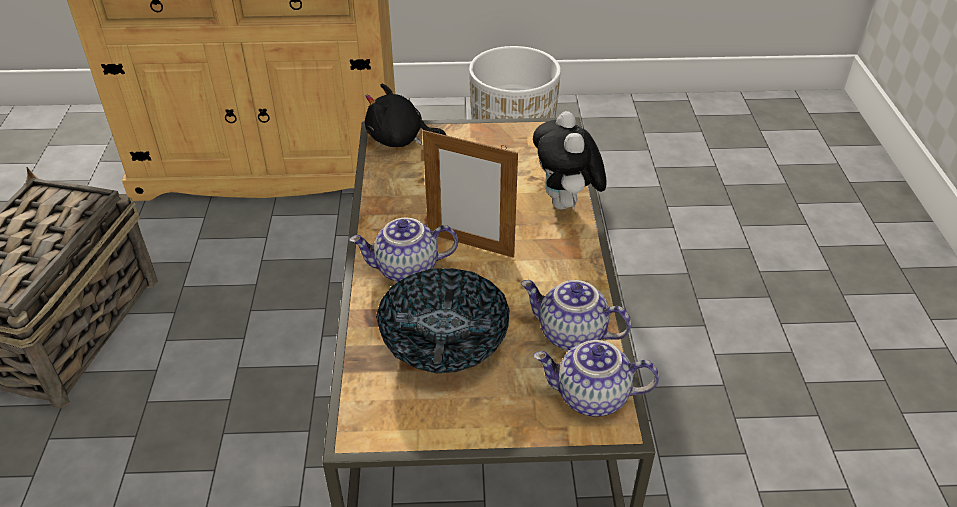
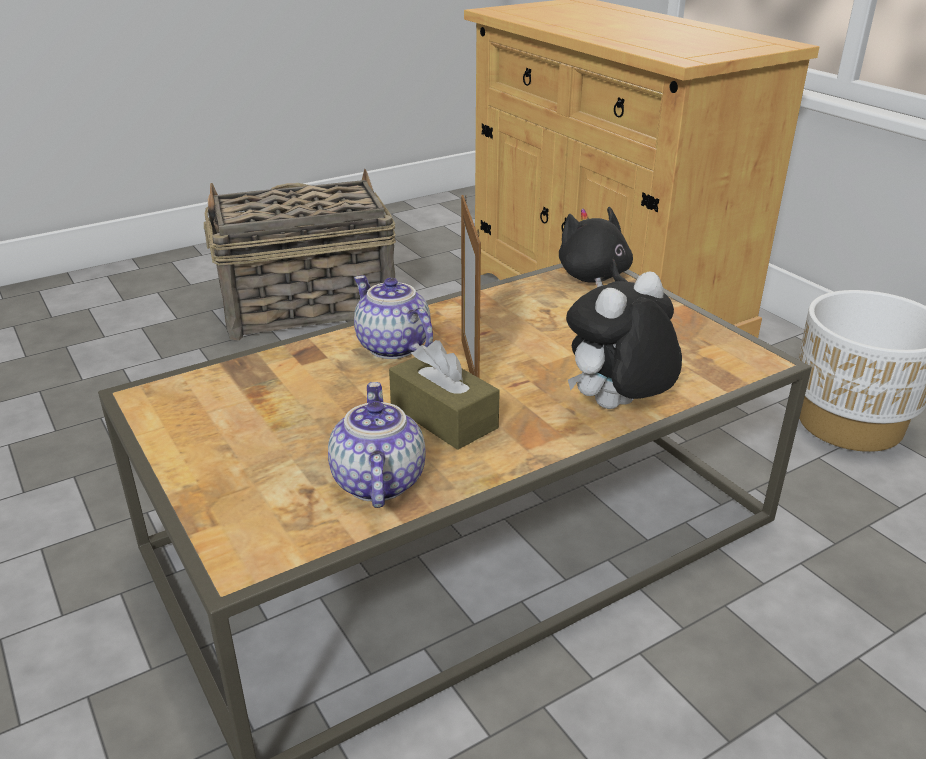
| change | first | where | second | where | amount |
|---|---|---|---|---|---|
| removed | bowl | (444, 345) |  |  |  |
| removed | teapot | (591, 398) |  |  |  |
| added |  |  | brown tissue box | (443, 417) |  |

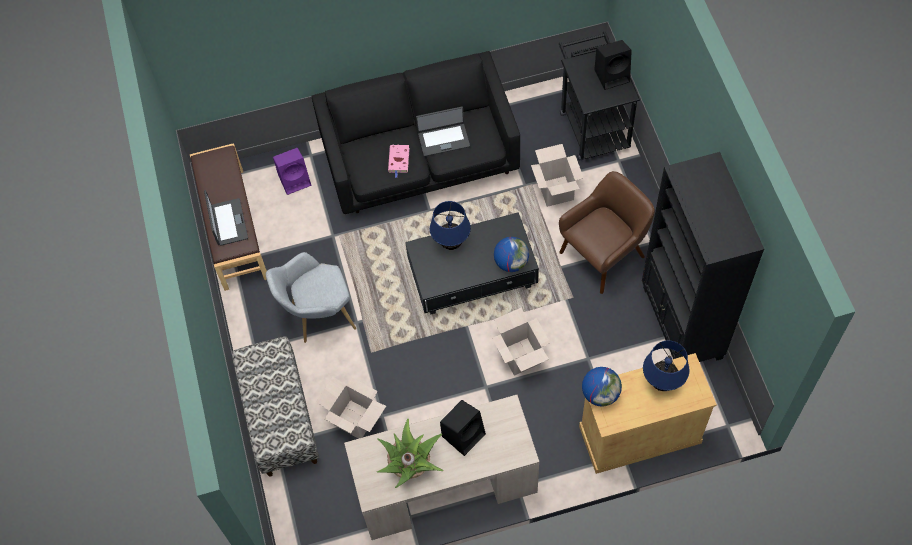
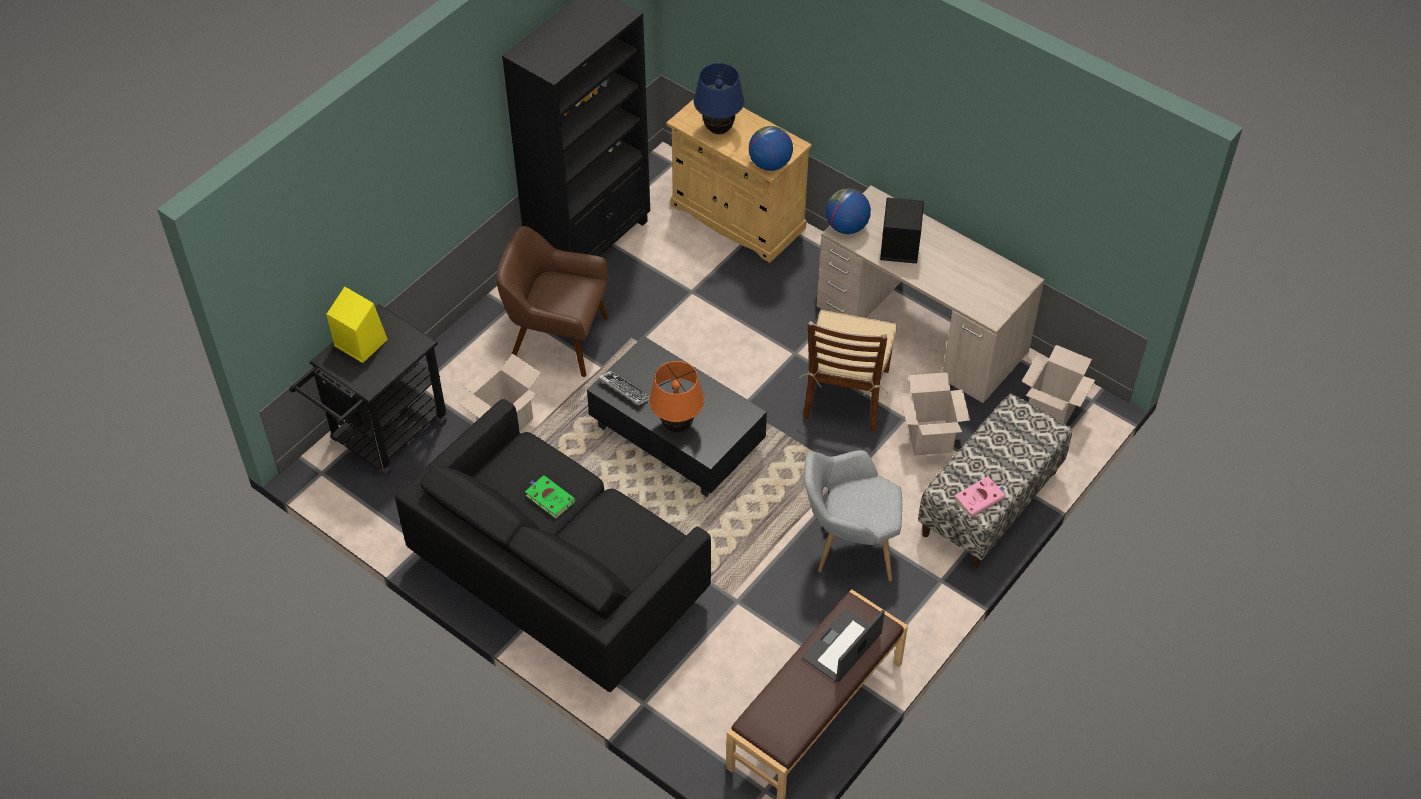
| change | first | where | second | where | amount |
|---|---|---|---|---|---|
| turned | grey armchair | (318, 316) |  | (848, 547) | 150 degrees clockwise |
| removed | purple speaker | (295, 179) |  |  |  |
| removed | potted plant | (411, 466) |  |  |  |
| moved | pink book | (399, 161) |  | (980, 498) |  |
| replaced | laptop | (443, 139) | green book | (549, 498) |  |
| recoloured | blue table lamp | (451, 244) | orange table lamp | (677, 425) |  |
| moved | cardboard box | (520, 356) |  | (1050, 411) |  |
| moved | globe | (511, 262) |  | (846, 227) |  |
| recoloured | black speaker | (612, 75) | yellow speaker | (359, 342) |  |
| added |  |  | keyboard | (625, 390) |  |
| added |  |  | brown chair | (846, 394) |  |

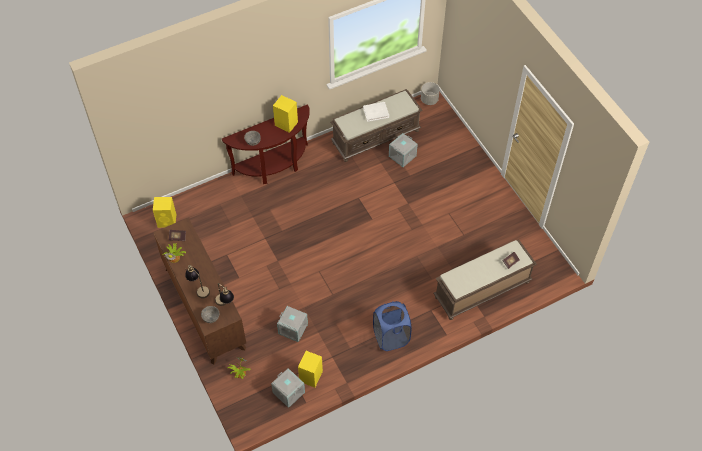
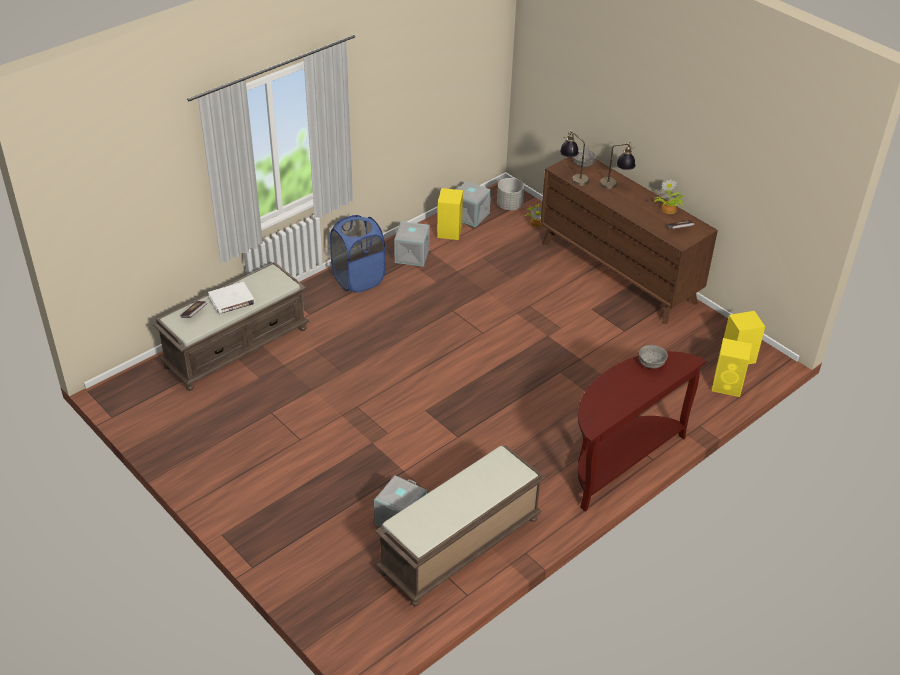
| change | first | where | second | where | amount |
|---|---|---|---|---|---|
| moved | yellow speaker | (285, 123) |  | (728, 386) |  |
| moved | grey storage box | (293, 328) |  | (411, 256) |  |
| moved | white book | (375, 112) |  | (231, 300) |  |
| moved | grey planter | (429, 100) |  | (509, 205) |  |

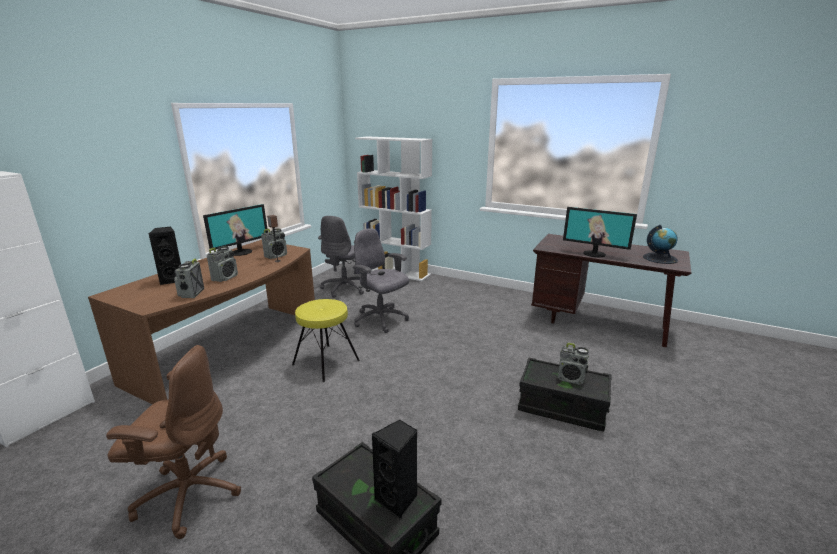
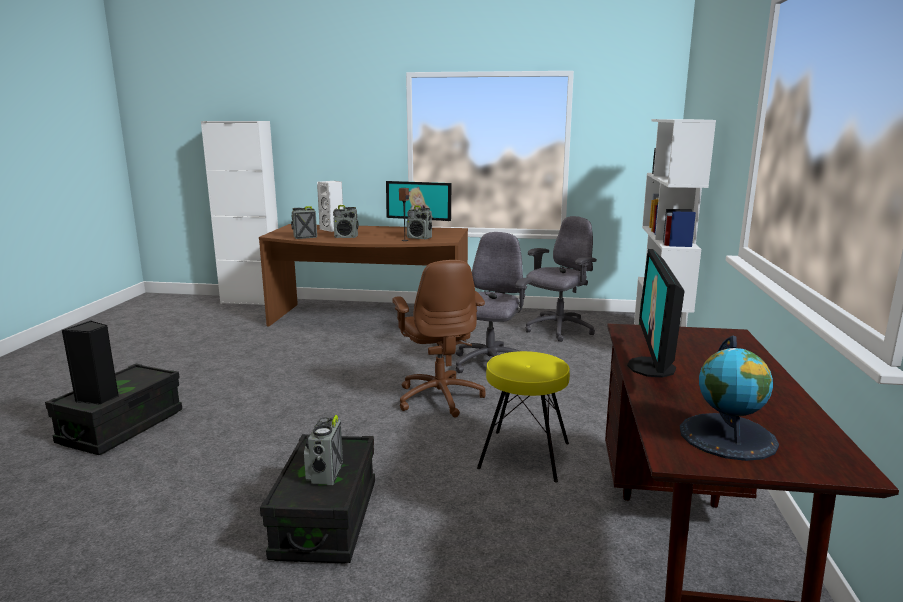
| change | first | where | second | where | amount |
|---|---|---|---|---|---|
| moved | brown office chair | (188, 494) |  | (440, 397) |  |
| recoloured | black speaker | (173, 280) | white speaker | (332, 229) |  |
| moved | yellow stool | (326, 363) |  | (523, 455) |  |
| turned | grey office chair | (345, 288) |  | (558, 330) | 135 degrees clockwise |

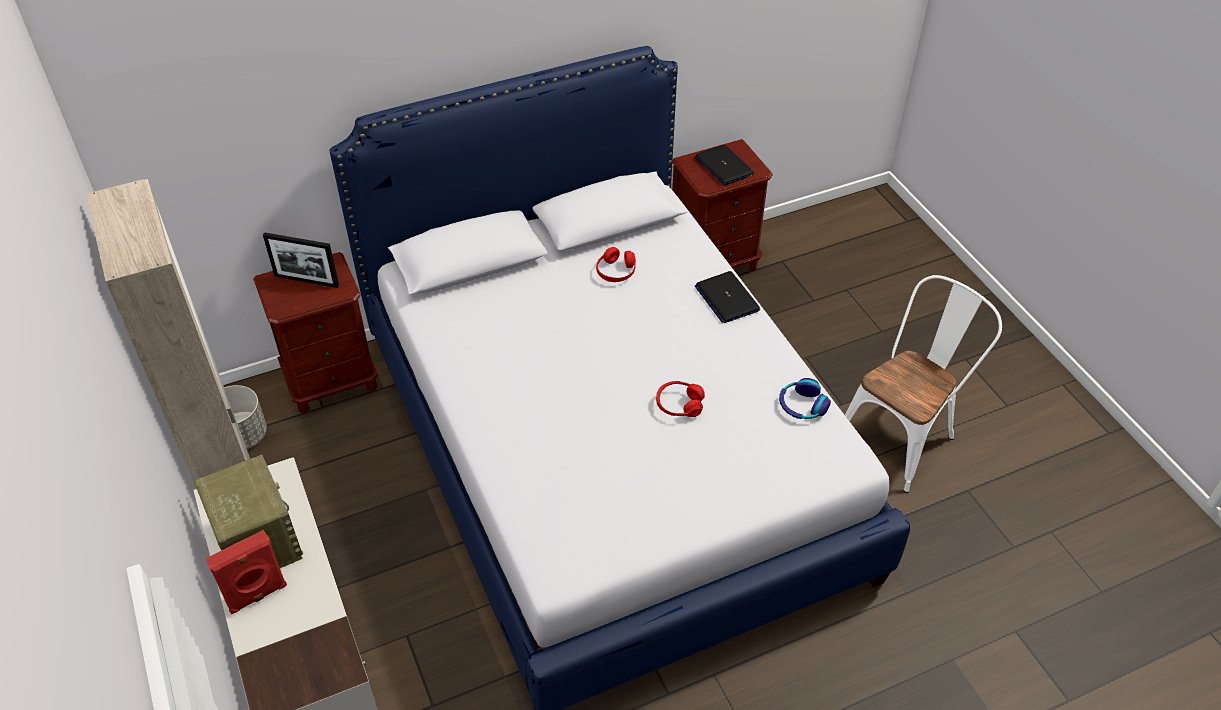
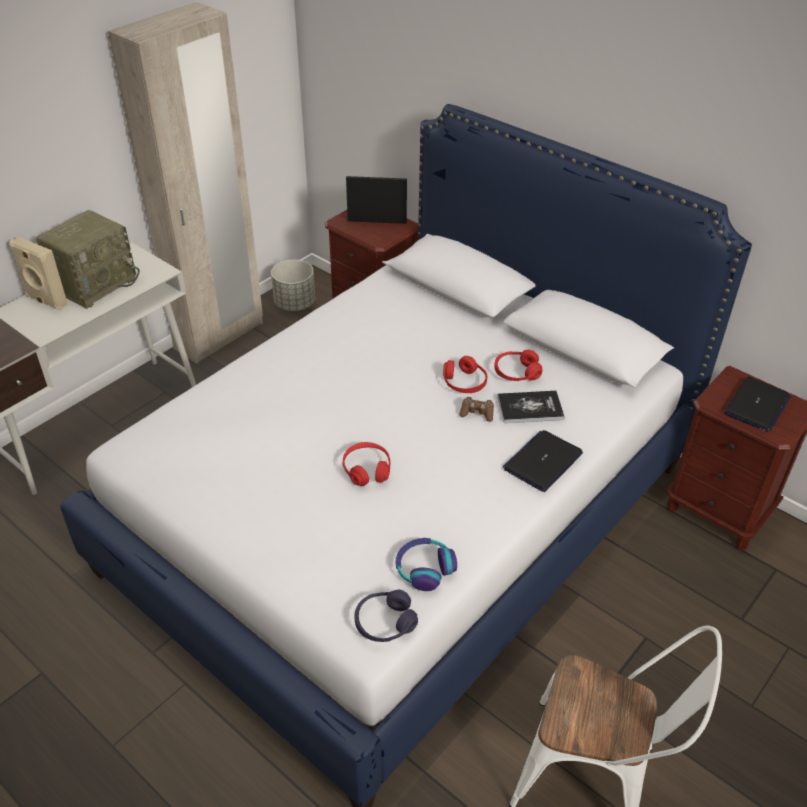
| change | first | where | second | where | amount |
|---|---|---|---|---|---|
| recoloured | red speaker | (257, 596) | beige speaker | (46, 301) |  |
| turned | picture frame | (306, 280) |  | (377, 221) | 105 degrees clockwise |
| added |  |  | purple headphones | (385, 623) |  |
| added |  |  | red headphones | (464, 382) |  |
| added |  |  | brown game controller | (477, 413) |  |
| added |  |  | book | (530, 408) |  |

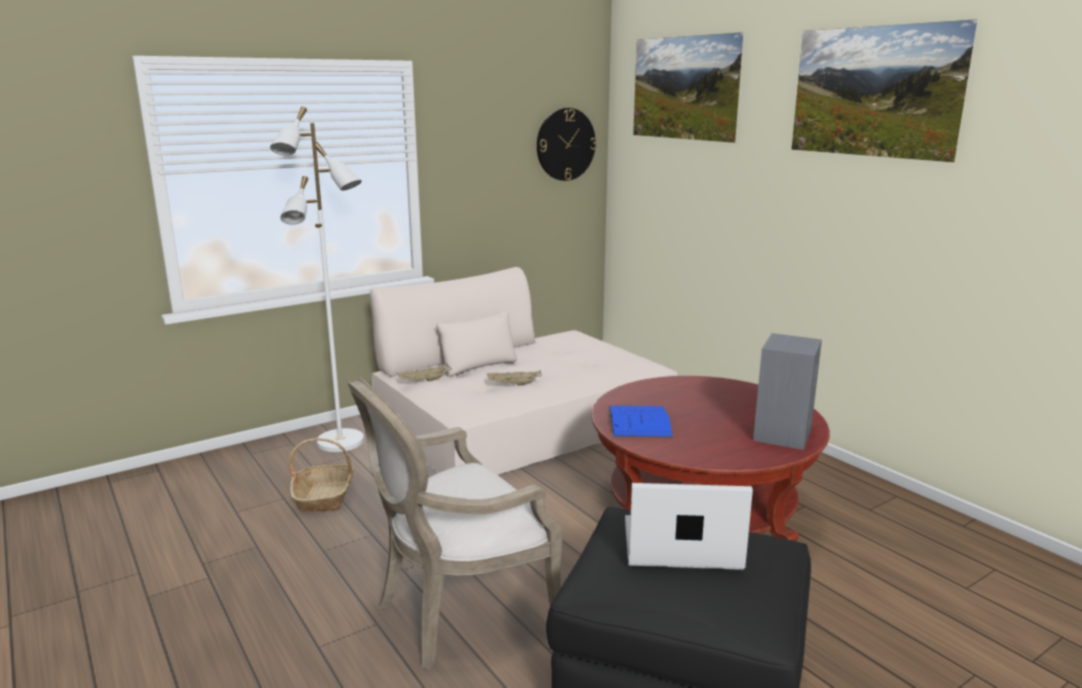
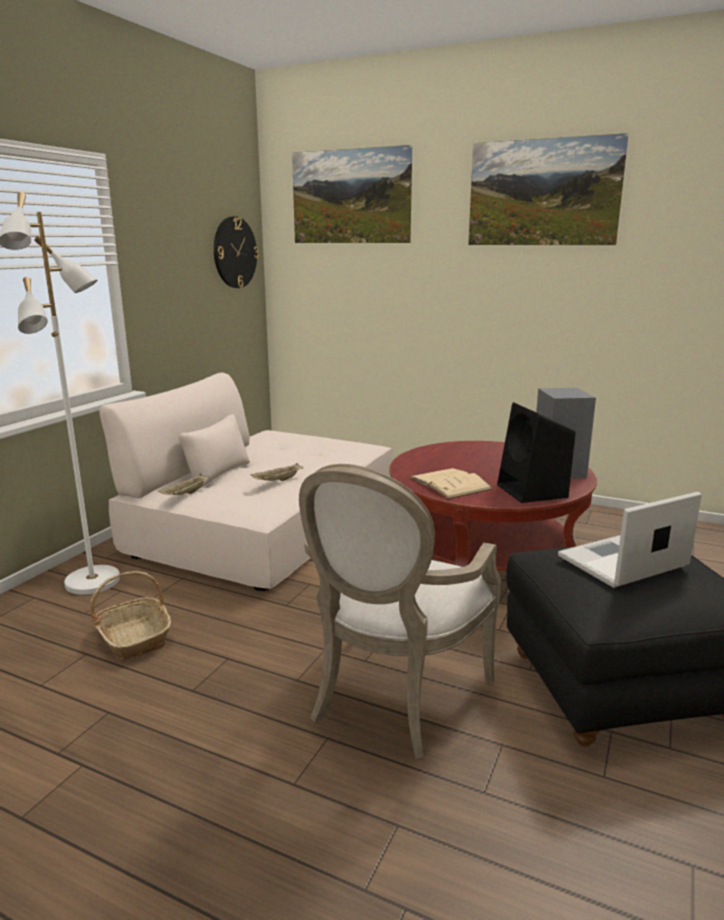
| change | first | where | second | where | amount |
|---|---|---|---|---|---|
| recoloured | blue book | (639, 422) | beige book | (450, 483) |  |
| added |  |  | black speaker | (533, 491) |  |

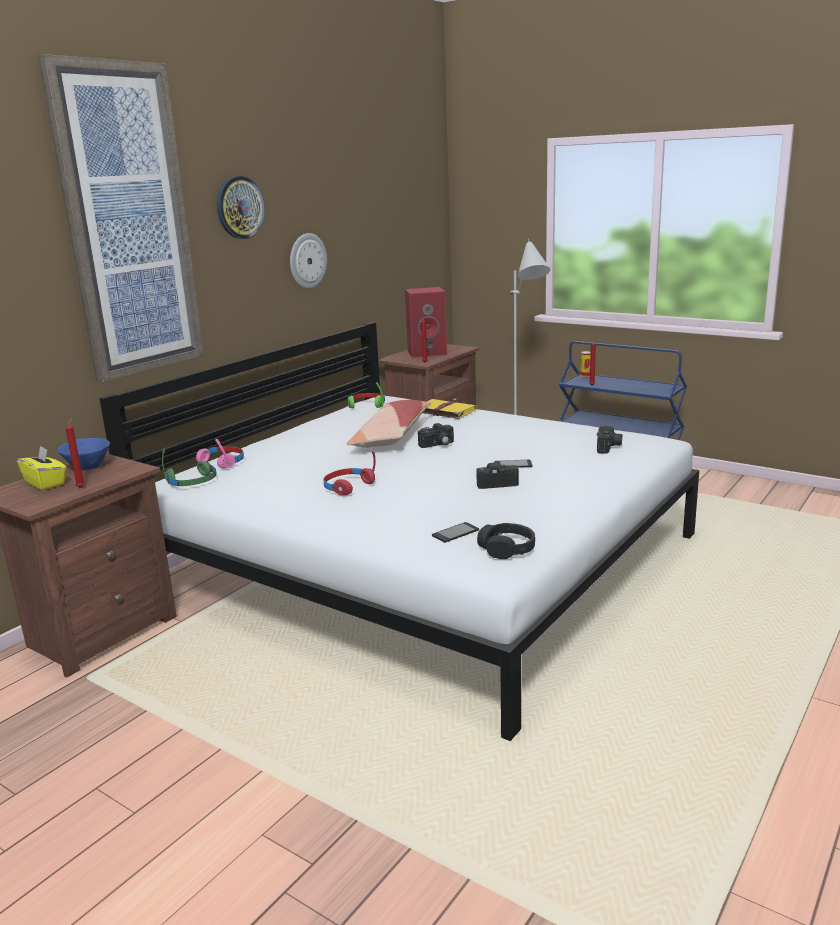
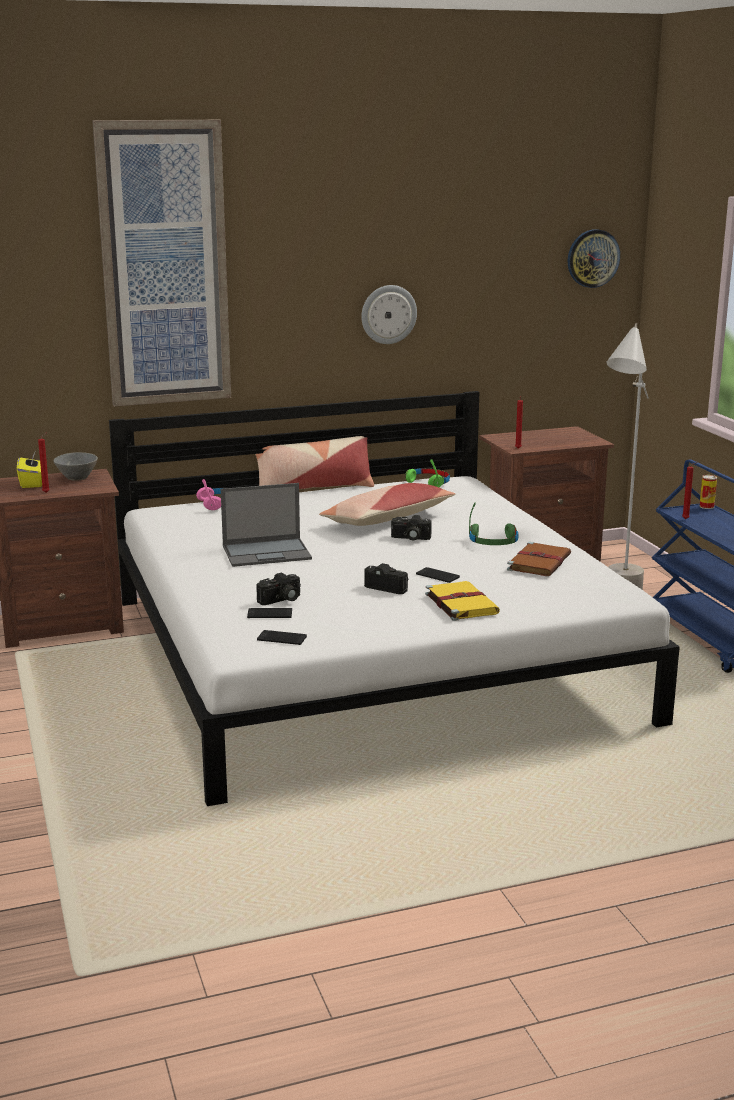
| change | first | where | second | where | amount |
|---|---|---|---|---|---|
| recoloured | blue bowl | (86, 467) | grey bowl | (75, 478) |  |
| moved | green headphones | (193, 482) |  | (493, 542) |  |
| moved | wall clock | (239, 207) |  | (593, 258) |  |
| replaced | red headphones | (348, 487) | laptop | (267, 552) |  |
| removed | red speaker | (428, 352) |  |  |  |
| moved | yellow book | (444, 411) |  | (460, 603) |  |
| replaced | black headphones | (507, 549) | phone | (282, 638) |  |
| moved | photo camera | (609, 447) |  | (281, 600) |  |
| added |  |  | pillow | (313, 487) |  |
| added |  |  | brown book | (539, 562) |  |

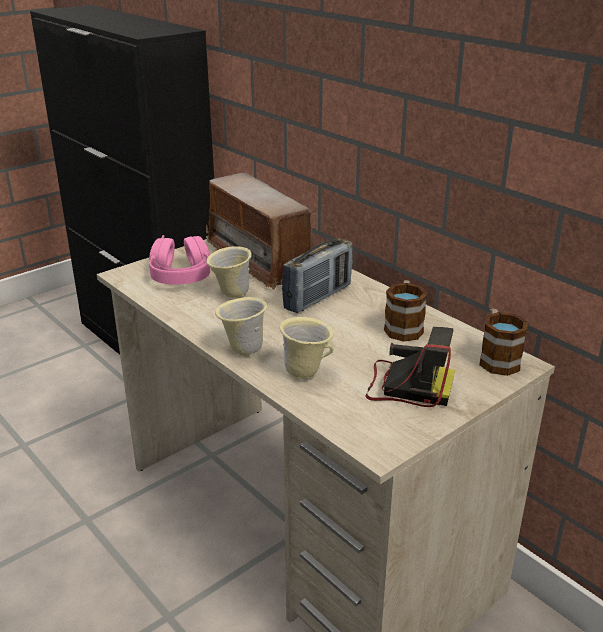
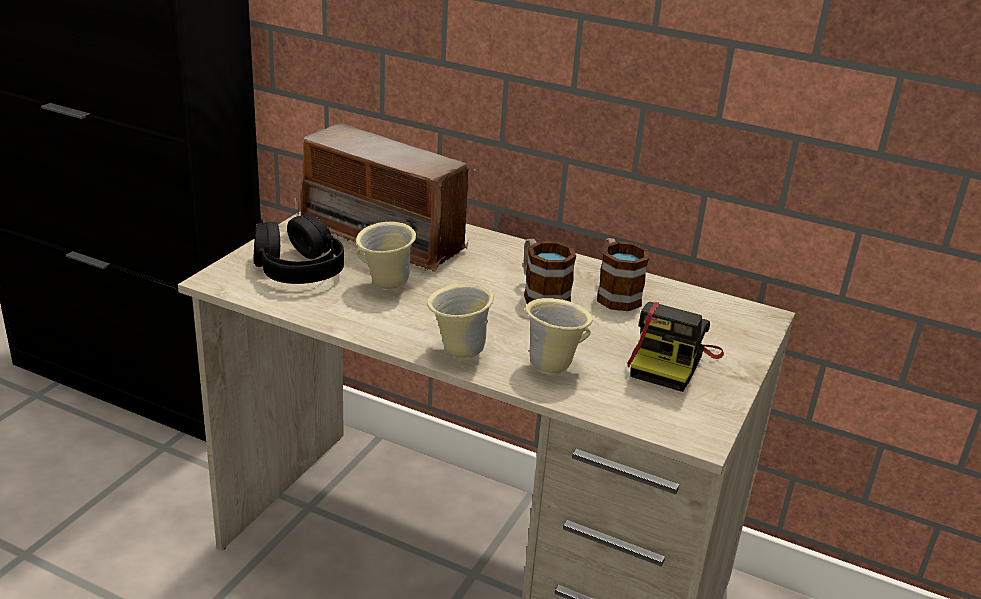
| change | first | where | second | where | amount |
|---|---|---|---|---|---|
| recoloured | pink headphones | (181, 275) | black headphones | (298, 270) |  |
| removed | radio | (318, 297) |  |  |  |
| turned | photo camera | (406, 386) |  | (671, 361) | 120 degrees clockwise |
| moved | mug | (496, 358) |  | (541, 294) |  |

